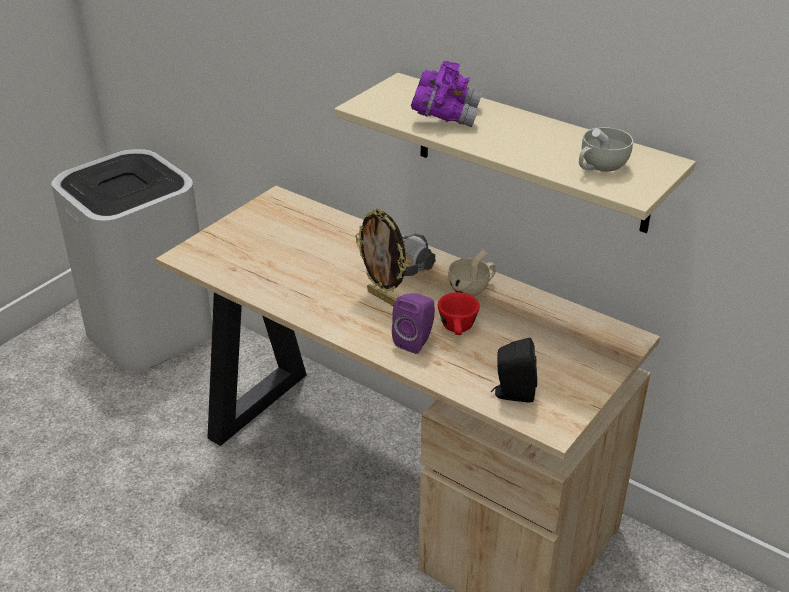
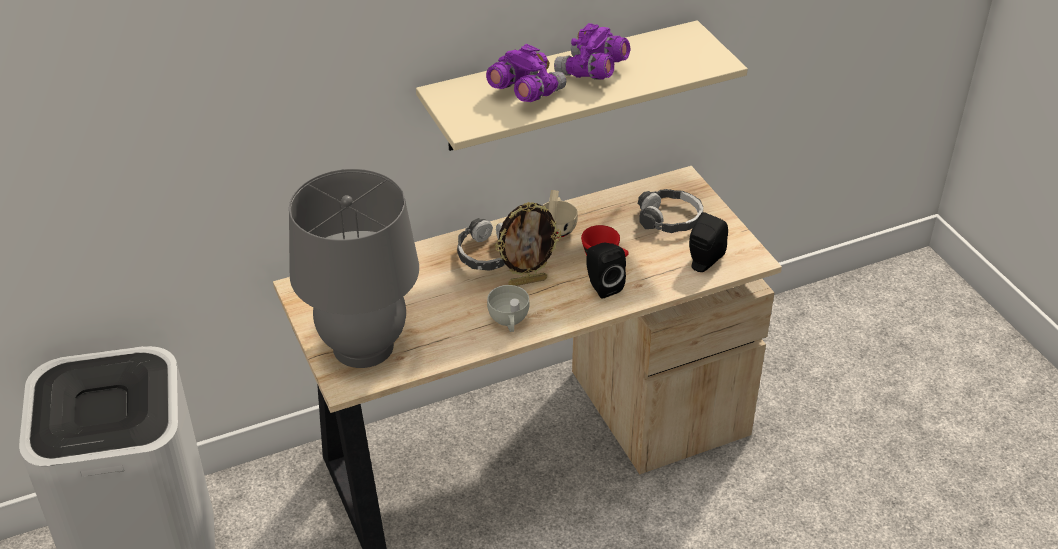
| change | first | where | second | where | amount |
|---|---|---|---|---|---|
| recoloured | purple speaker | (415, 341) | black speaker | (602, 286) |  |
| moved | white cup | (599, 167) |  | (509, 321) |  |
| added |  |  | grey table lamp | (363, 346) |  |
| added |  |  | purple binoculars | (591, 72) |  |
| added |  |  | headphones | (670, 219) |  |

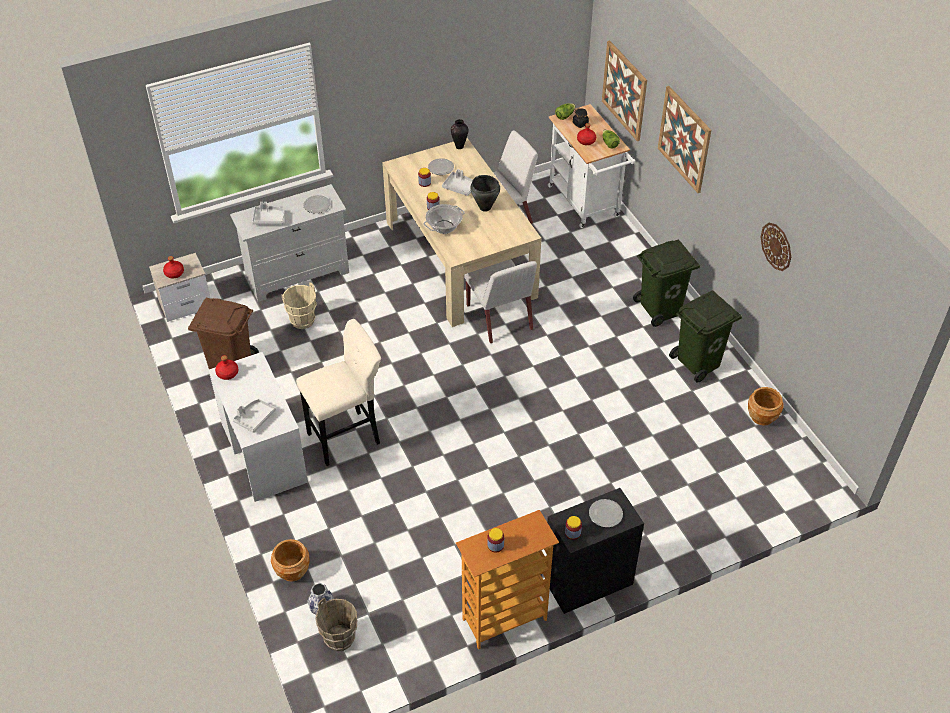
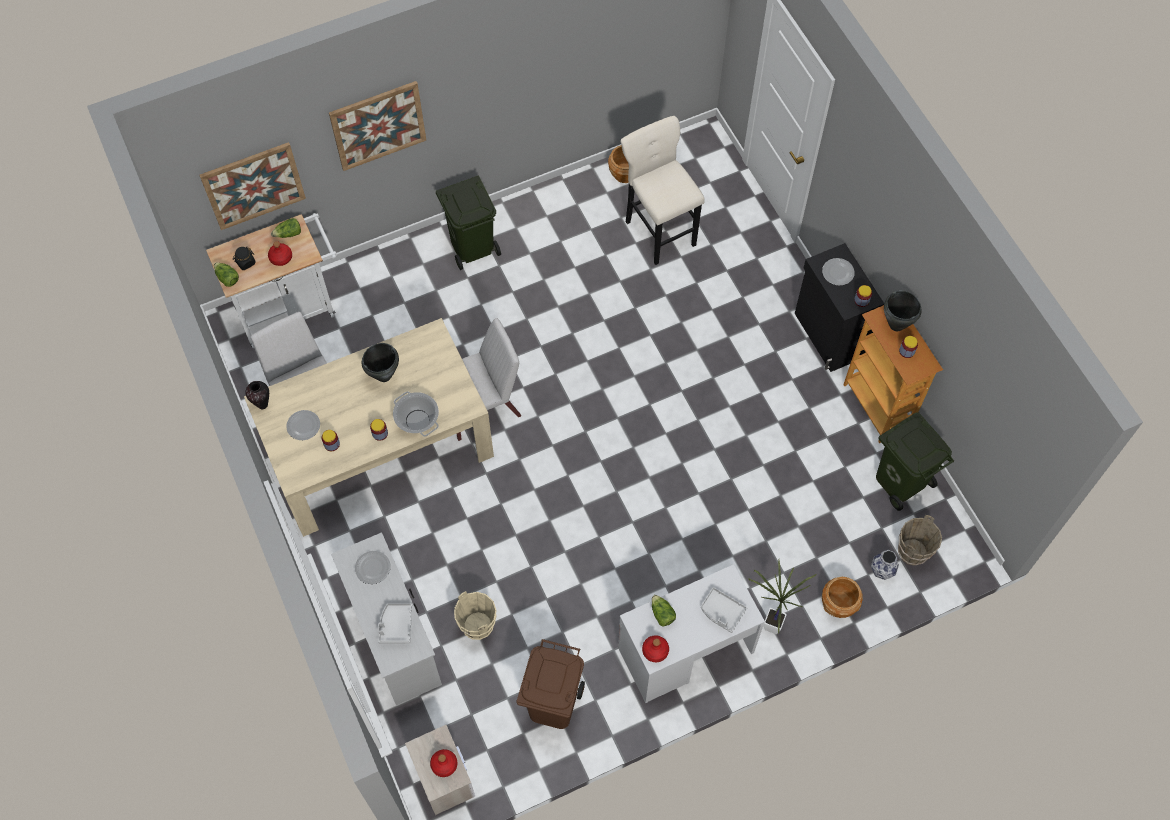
| change | first | where | second | where | amount |
|---|---|---|---|---|---|
| moved | beige stool | (347, 437) |  | (659, 230) |  |
| removed | grey tray | (459, 187) |  |  |  |
| moved | green trash can | (699, 362) |  | (901, 480) |  |
| removed | wall clock | (776, 246) |  |  |  |
| added |  |  | lettuce | (662, 614) |  |
| added |  |  | potted plant | (769, 623) |  |
| added |  |  | black cooking pot | (896, 325) |  |

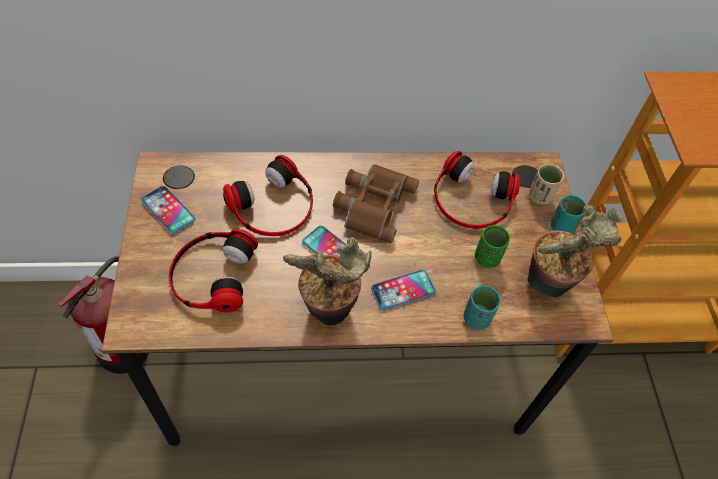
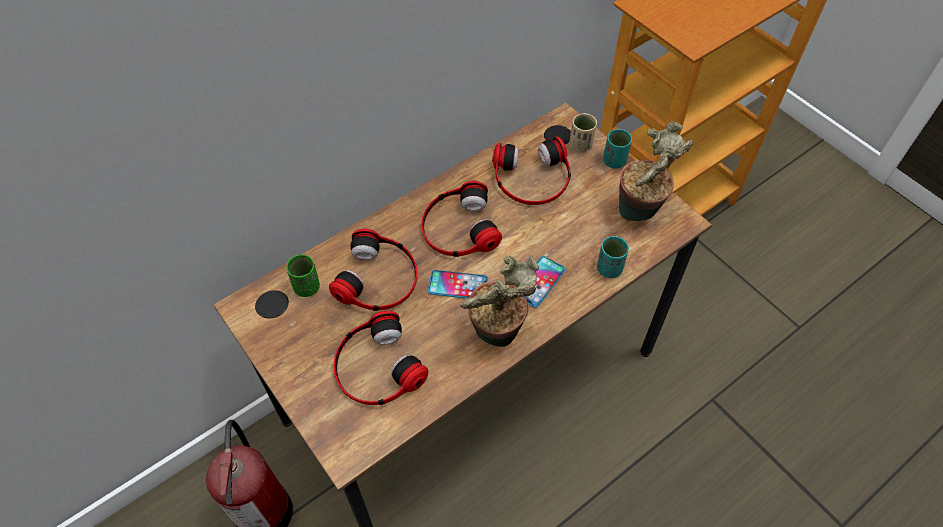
| change | first | where | second | where | amount |
|---|---|---|---|---|---|
| removed | phone | (168, 210) |  |  |  |
| replaced | brown binoculars | (372, 204) | headphones | (458, 227) |  |
| moved | green cup | (487, 258) |  | (307, 287) |  |

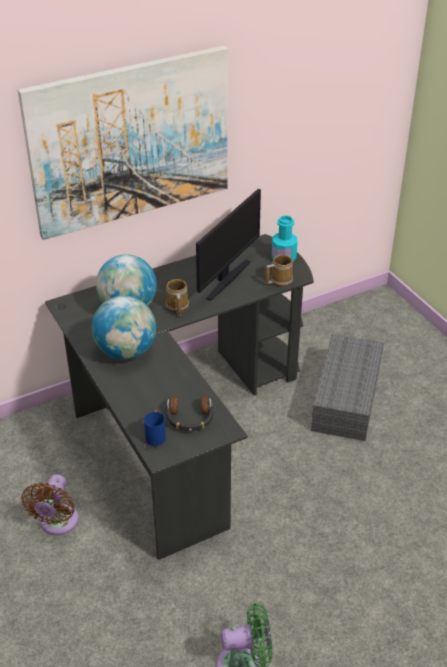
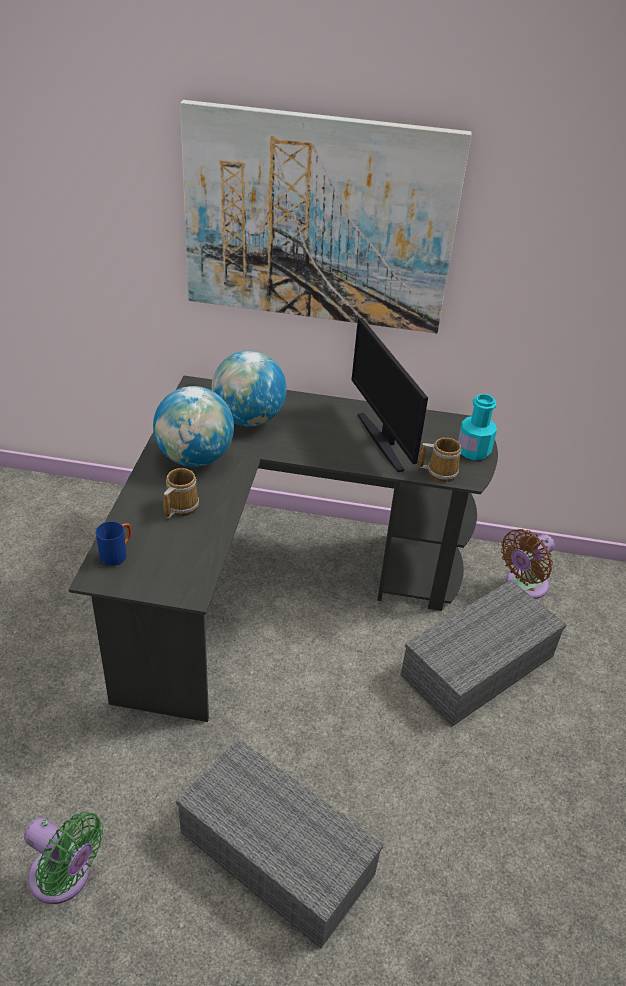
| change | first | where | second | where | amount |
|---|---|---|---|---|---|
| moved | brown fan | (57, 523) |  | (523, 586) |  |
| moved | mug | (176, 307) |  | (179, 507) |  |
| removed | headphones | (189, 418) |  |  |  |
| turned | monitor | (226, 279) |  | (382, 441) | 90 degrees clockwise |
| added |  |  | grey storage box | (280, 853) |  |

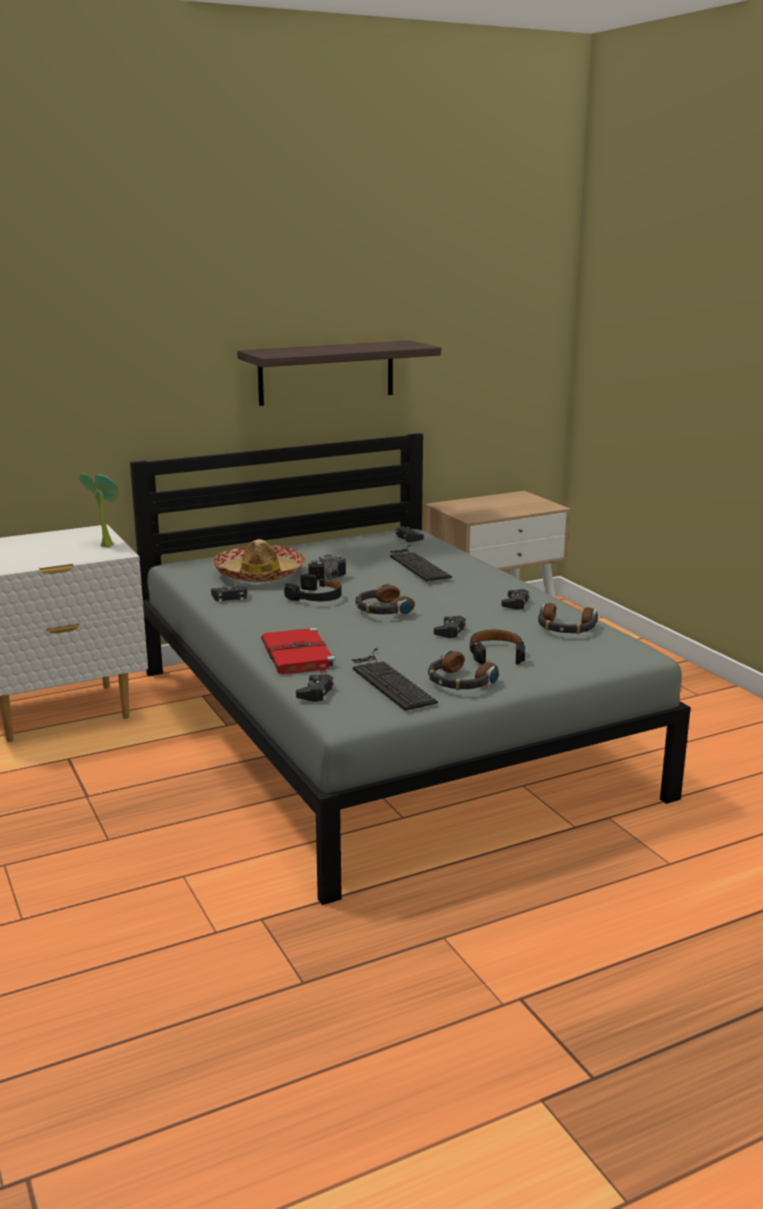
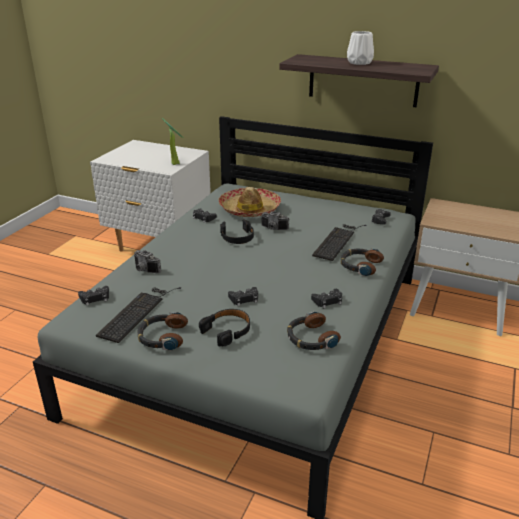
| change | first | where | second | where | amount |
|---|---|---|---|---|---|
| replaced | red book | (298, 656) | photo camera | (144, 270) |  |
| moved | headphones | (382, 609) |  | (360, 265) |  |
| added |  |  | white vase | (359, 62) |  |

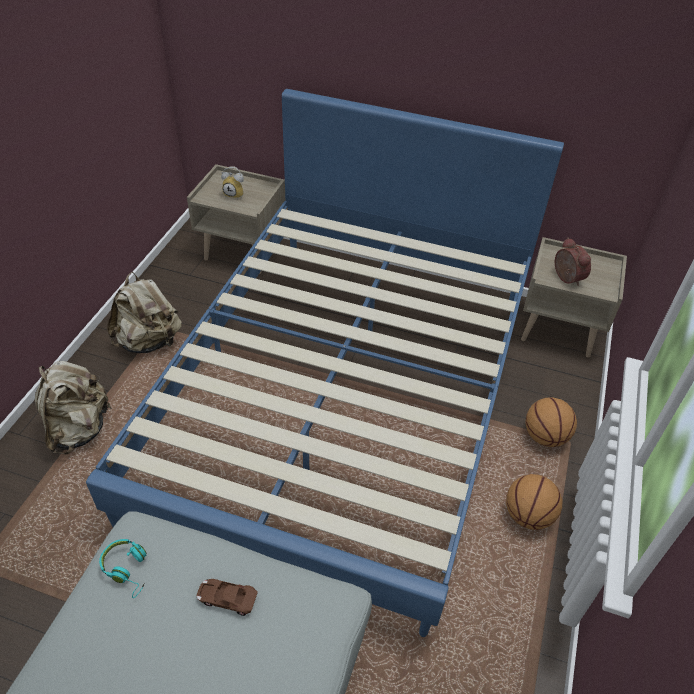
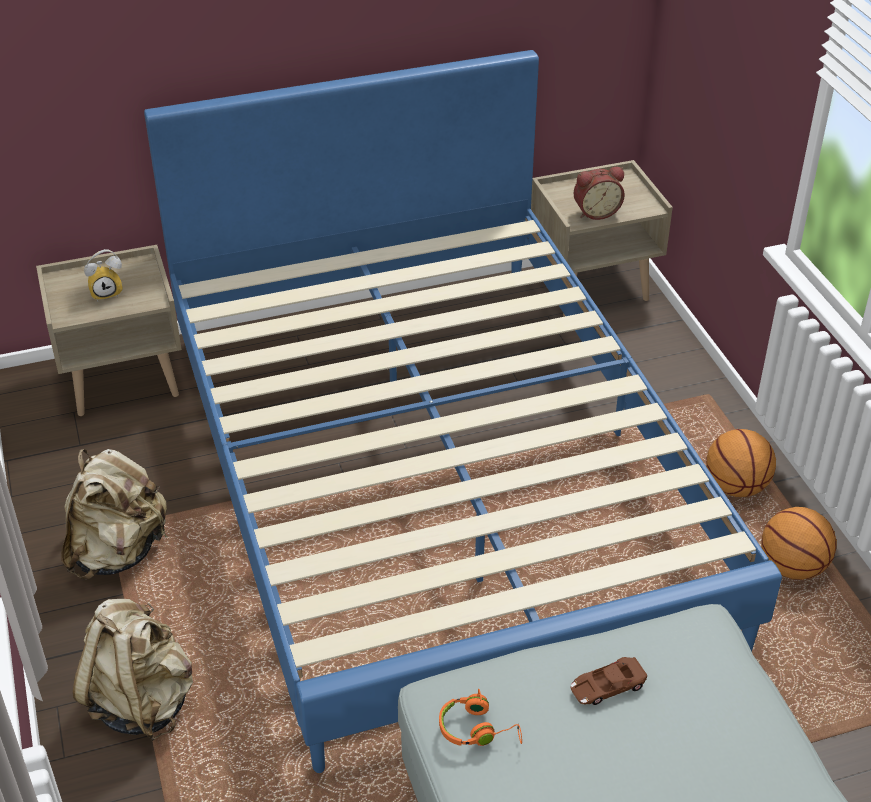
| change | first | where | second | where | amount |
|---|---|---|---|---|---|
| recoloured | turquoise headphones | (127, 569) | orange headphones | (478, 729) |  |
| moved | basketball | (545, 437) |  | (793, 567) |  |
| turned | alarm clock | (565, 278) |  | (596, 212) | 135 degrees clockwise |

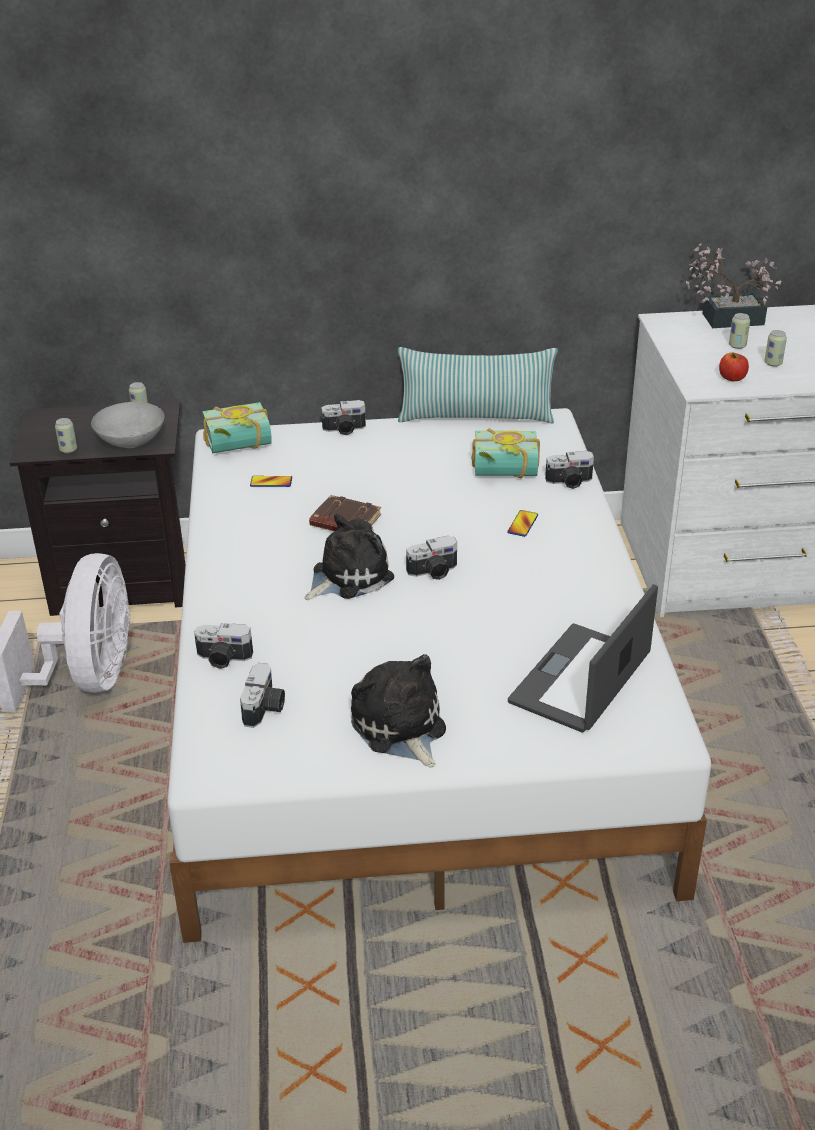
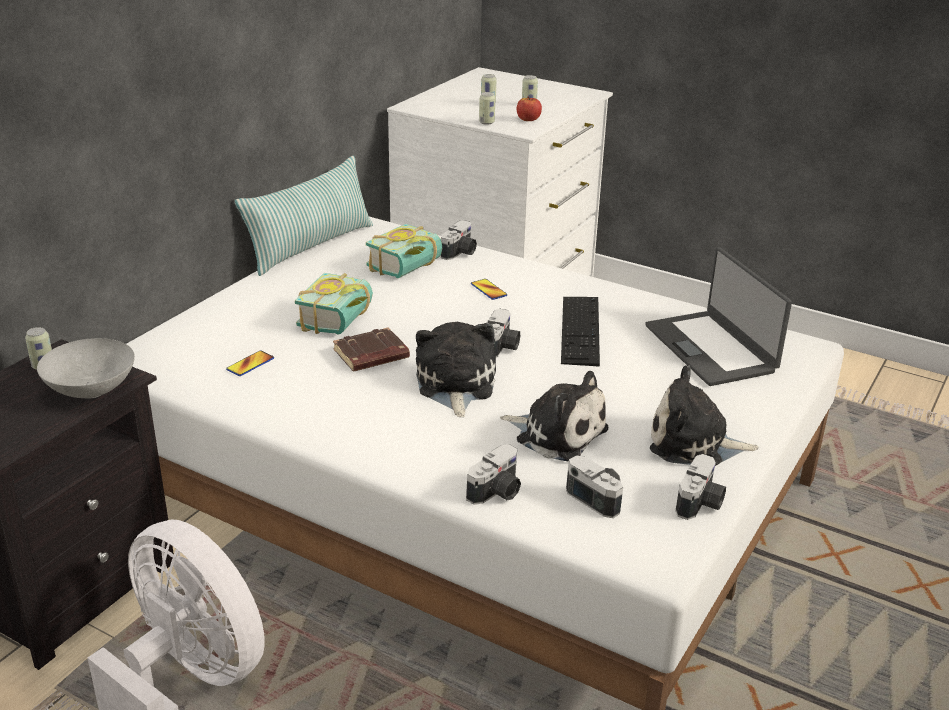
| change | first | where | second | where | amount |
|---|---|---|---|---|---|
| moved | can | (68, 450) |  | (486, 122) |  |
| moved | book | (239, 447) |  | (342, 321) |  |
| moved | photo camera | (344, 430) |  | (701, 504) |  |
| removed | potted plant | (725, 319) |  |  |  |
| added |  |  | plush toy | (557, 433) |  |
| added |  |  | keyboard | (580, 330) |  |

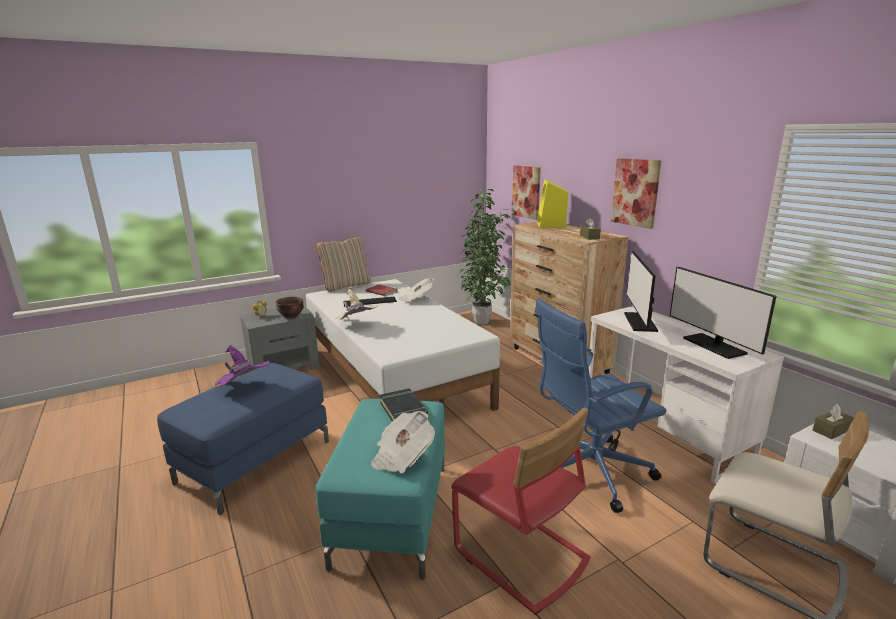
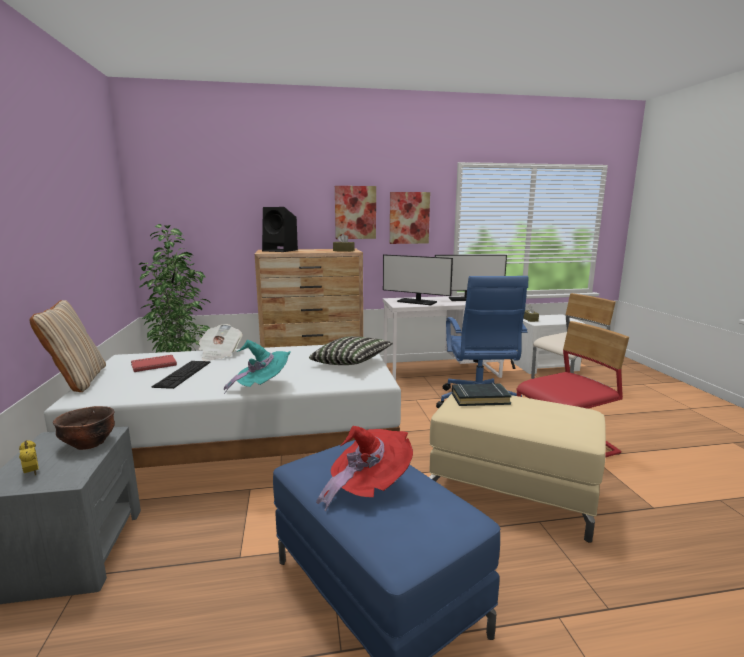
| change | first | where | second | where | amount |
|---|---|---|---|---|---|
| recoloured | purple hat | (244, 389) | red hat | (367, 487) |  |
| recoloured | turquoise ottoman | (392, 512) | beige ottoman | (510, 493) |  |
| recoloured | beige hat | (356, 325) | turquoise hat | (263, 387) |  |
| removed | newspaper | (402, 456) |  |  |  |
| moved | picture | (526, 192) |  | (409, 218) |  |
| recoloured | yellow speaker | (551, 225) | black speaker | (281, 250) |  |
| added |  |  | pillow | (351, 363) |  |

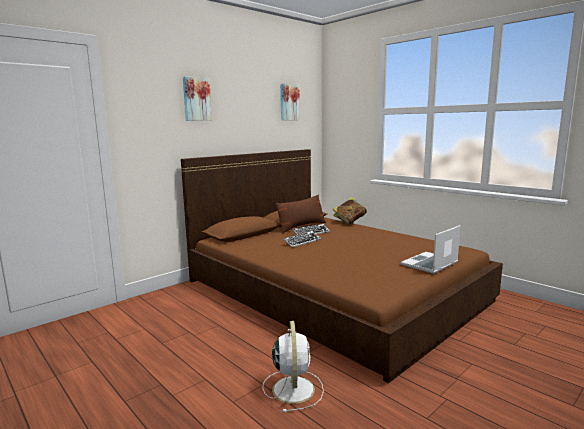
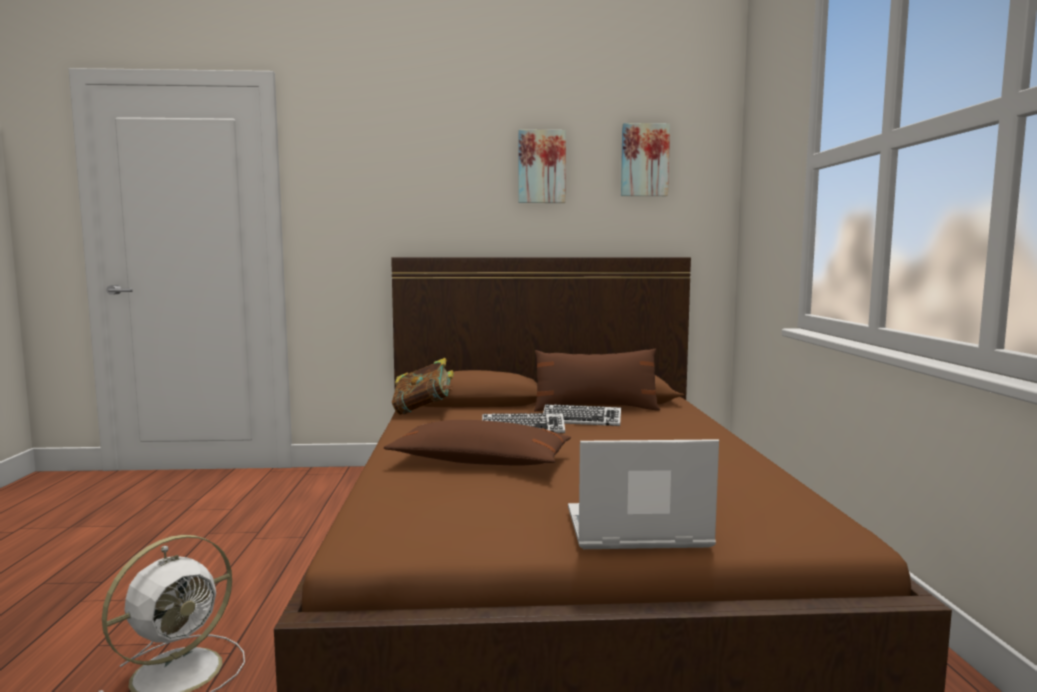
| change | first | where | second | where | amount |
|---|---|---|---|---|---|
| moved | picture | (196, 99) |  | (541, 167) |  |
| moved | book | (349, 222) |  | (423, 411) |  |
| added |  |  | brown pillow | (480, 462) |  |

